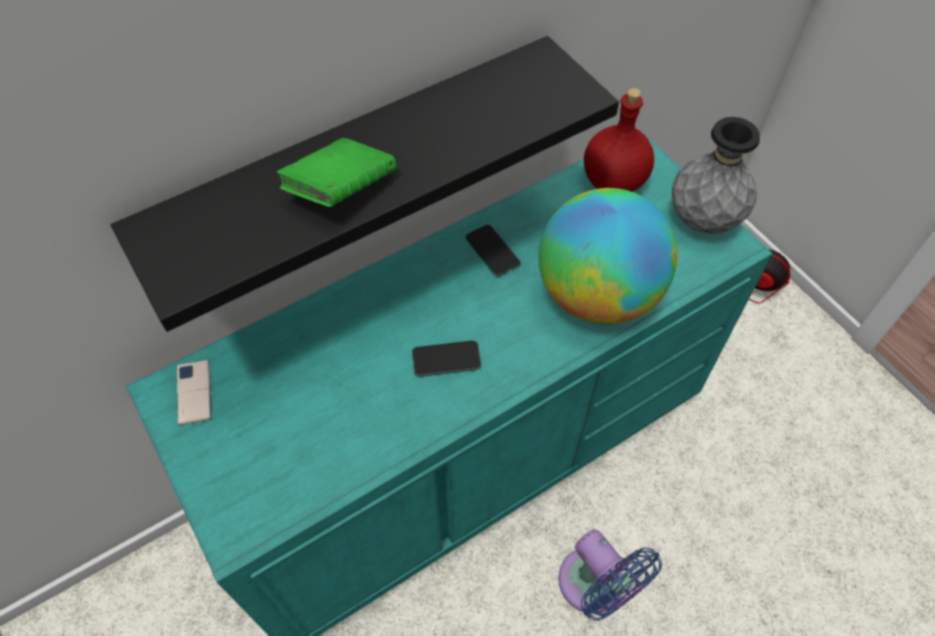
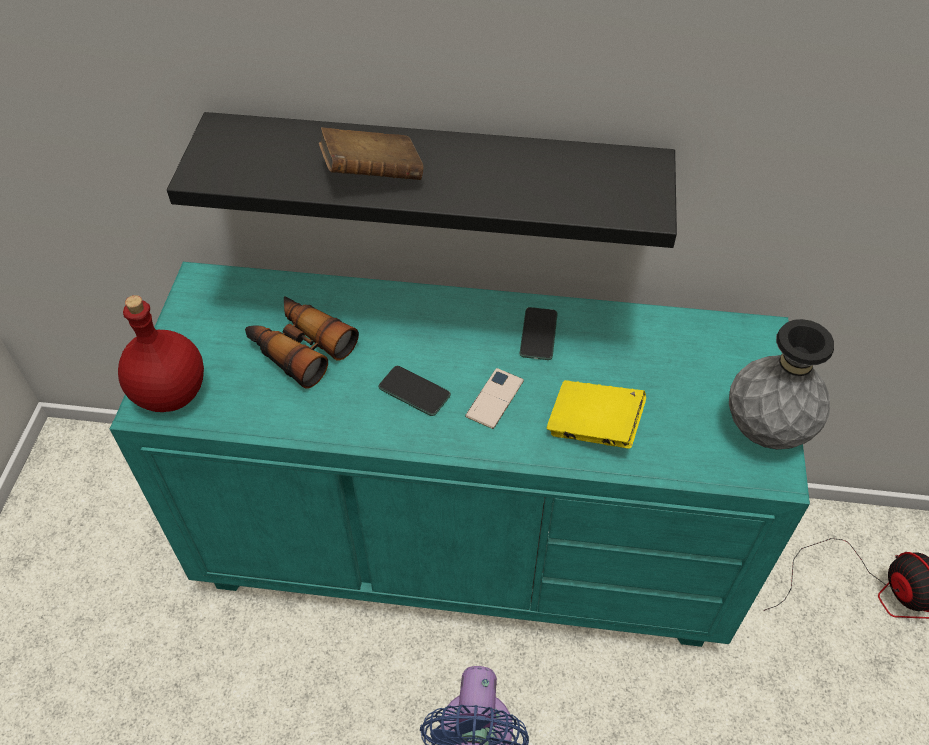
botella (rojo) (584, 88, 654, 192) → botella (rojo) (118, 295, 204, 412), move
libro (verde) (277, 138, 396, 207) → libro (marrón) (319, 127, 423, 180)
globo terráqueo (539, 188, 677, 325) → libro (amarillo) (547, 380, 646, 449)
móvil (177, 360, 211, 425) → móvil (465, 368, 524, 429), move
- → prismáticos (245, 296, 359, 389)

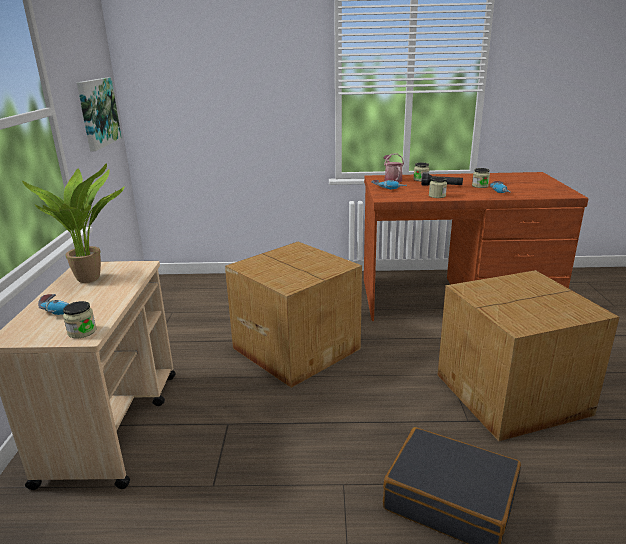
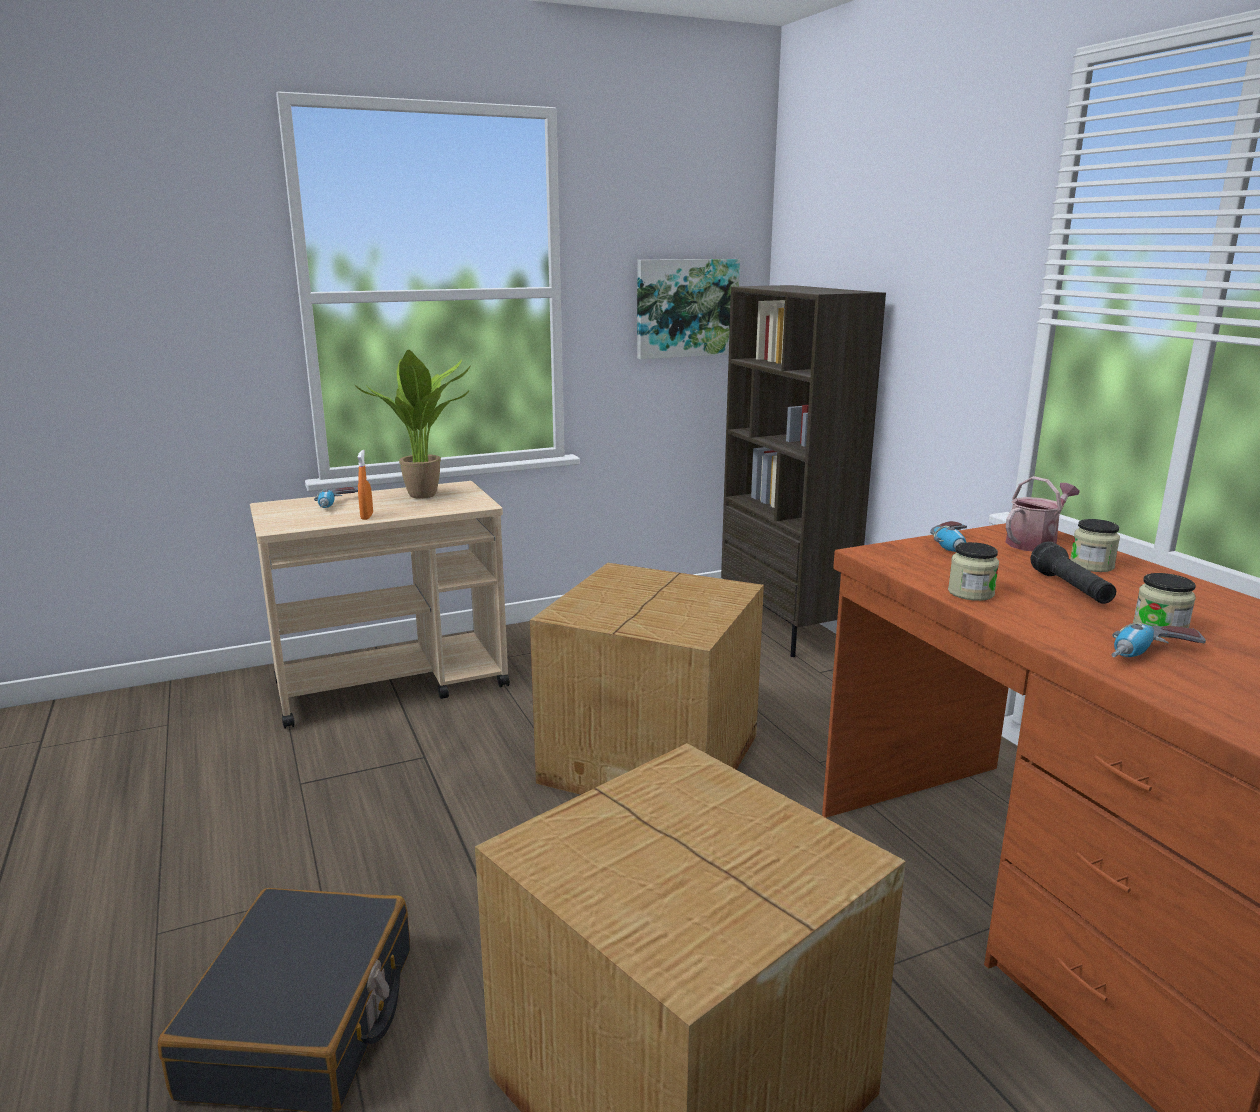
tarro (63, 301, 96, 339) → -
- → estantería (marrón) (721, 285, 886, 657)
- → pulverizador (naranja) (357, 450, 373, 520)

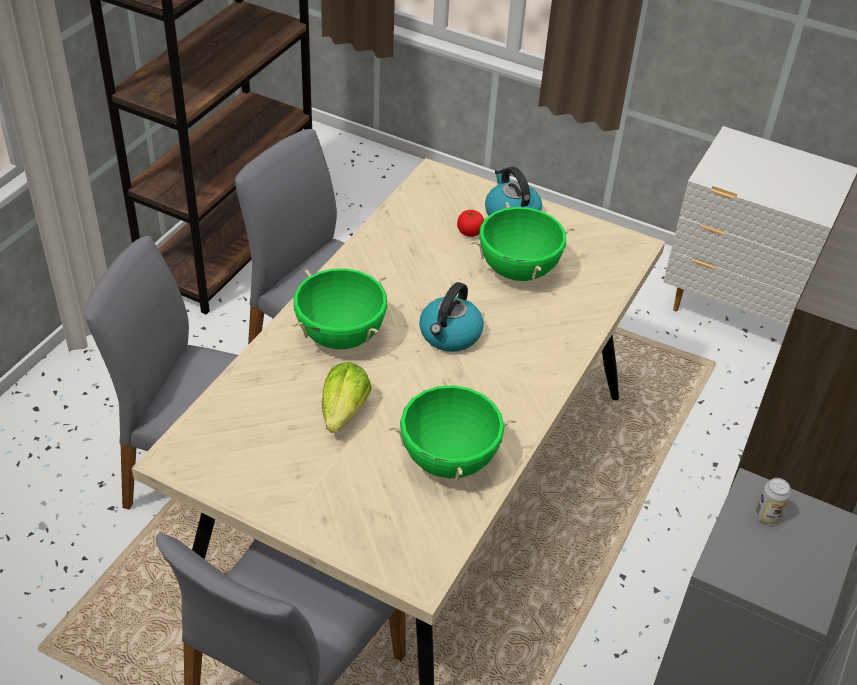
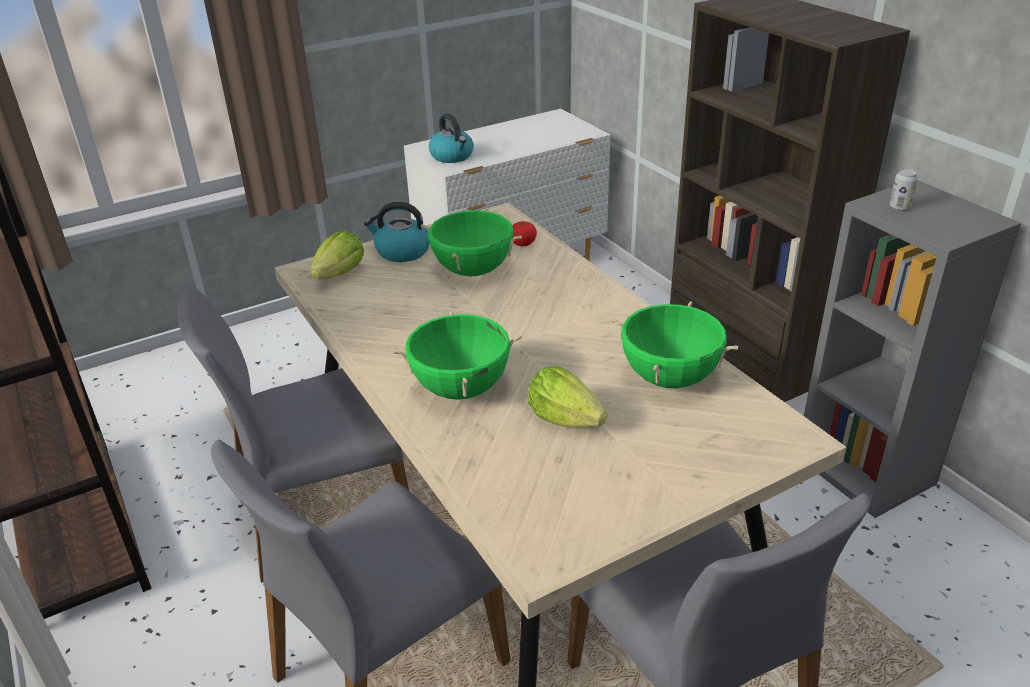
tomate (457, 210, 484, 237) → tomate (512, 221, 537, 246), move
hervidor (419, 282, 483, 352) → hervidor (429, 114, 474, 163), move
- → lechuga (311, 230, 364, 280)

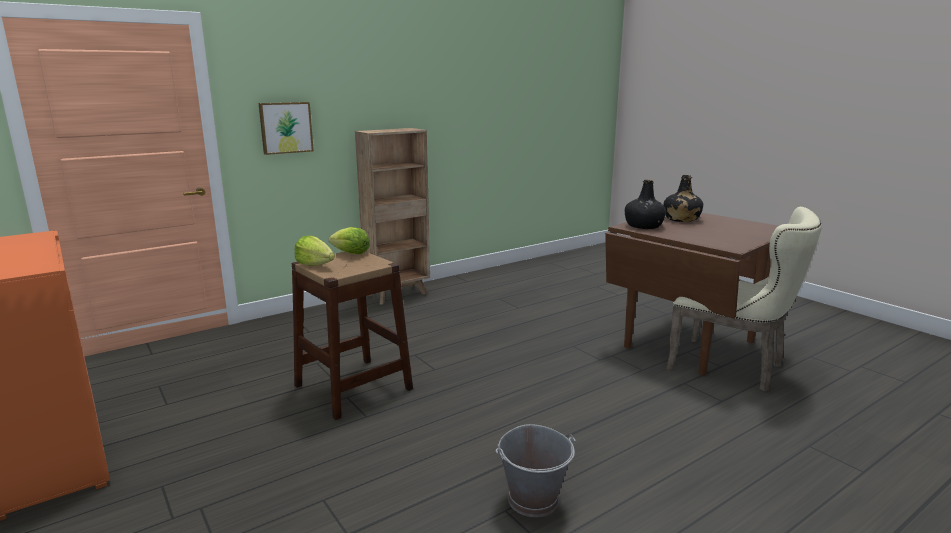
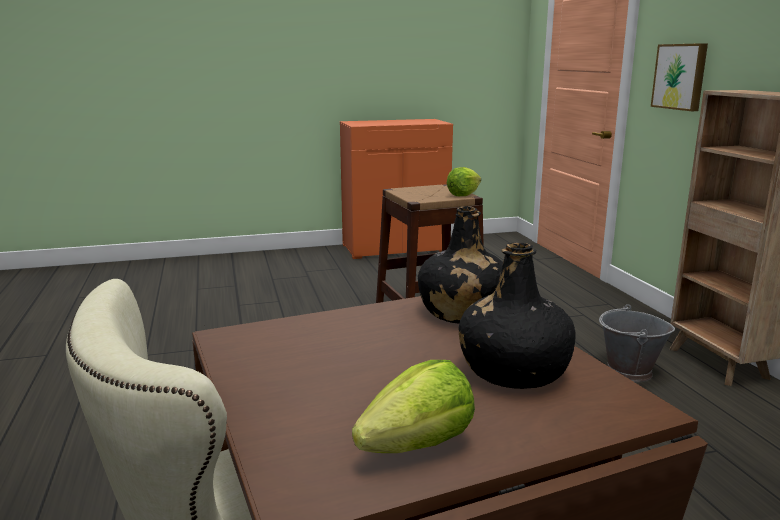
lechuga (295, 236, 335, 266) → lechuga (352, 360, 475, 453), move
cubo (gris) (495, 424, 576, 517) → cubo (gris) (599, 304, 675, 382), move

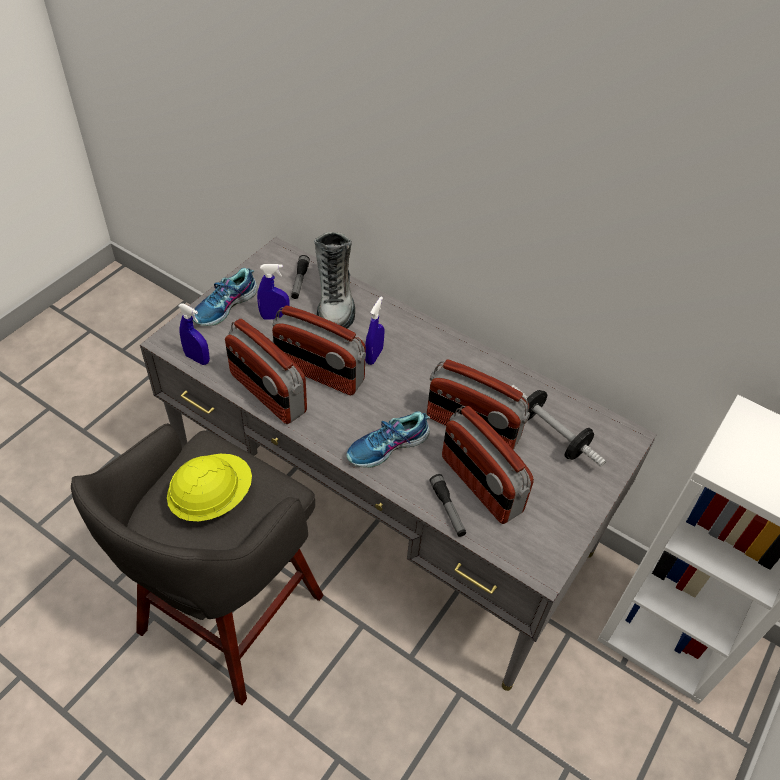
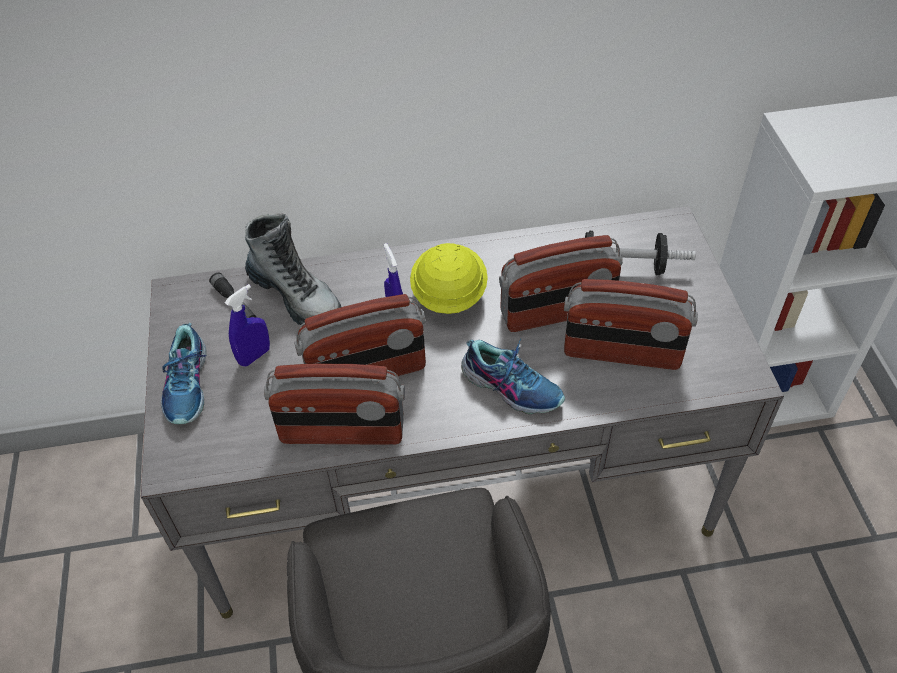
pulverizador (azul) (178, 303, 210, 365) → -
zapato (346, 411, 430, 468) → zapato (461, 339, 565, 414), 75 degrees counterclockwise
casco (amarillo) (167, 454, 252, 521) → casco (amarillo) (410, 243, 488, 314), move
linterna (430, 474, 466, 537) → -

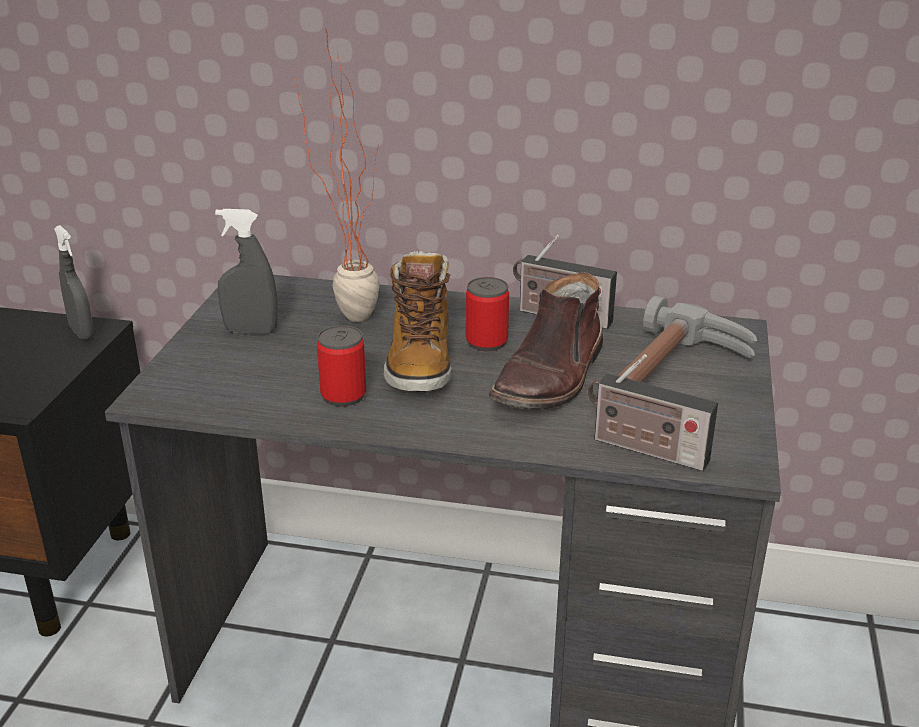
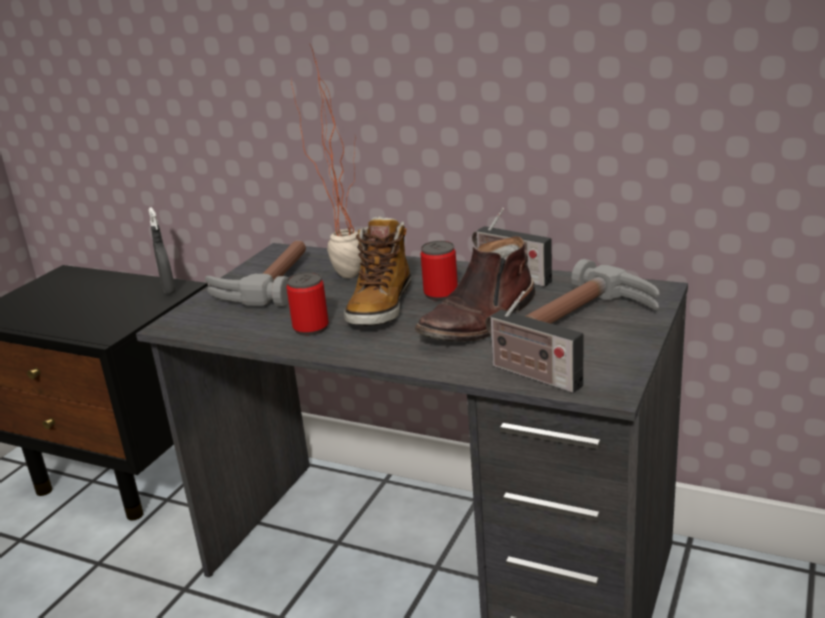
pulverizador (gris) (215, 209, 278, 333) → martillo (205, 240, 306, 307)

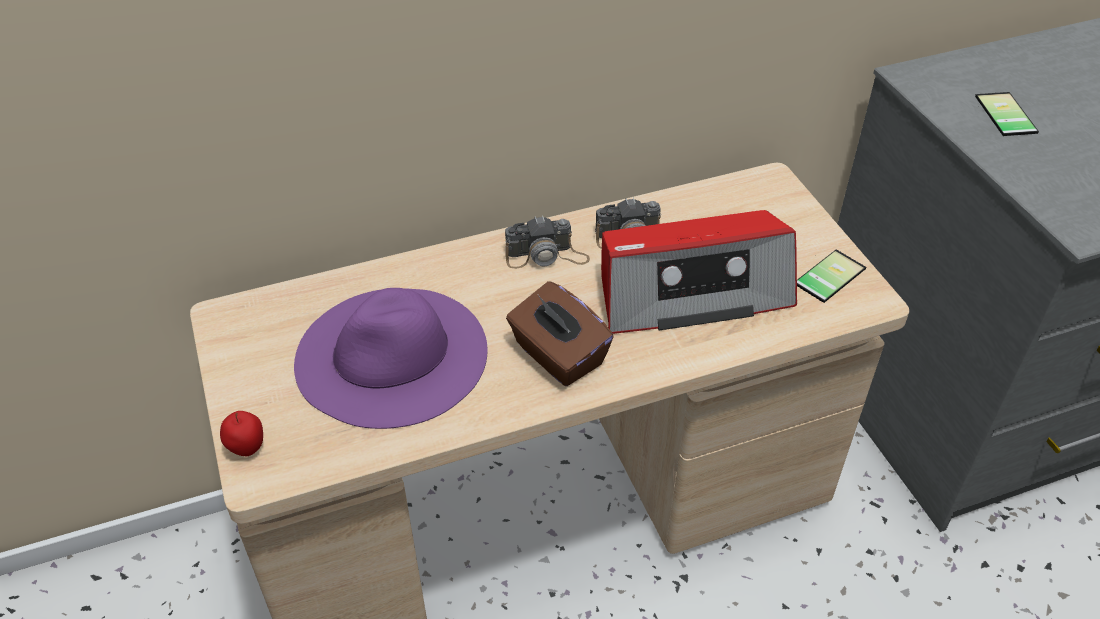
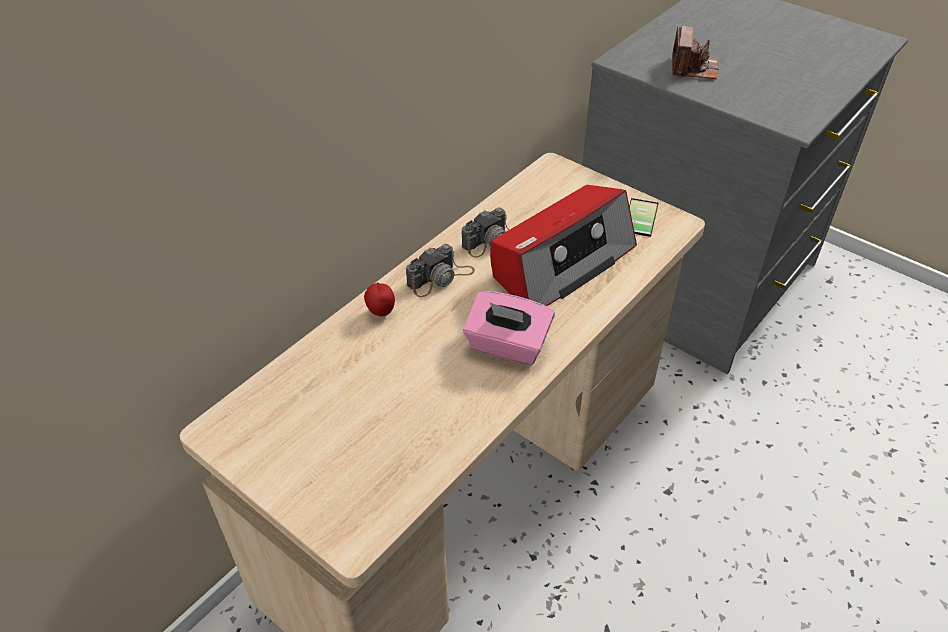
móvil (975, 92, 1039, 136) → cámara (672, 26, 719, 79)
caja de pañuelos (marrón) (506, 281, 614, 386) → caja de pañuelos (rosa) (463, 291, 555, 365)
sombrero (morado) (294, 288, 488, 429) → -
manzana (220, 411, 263, 456) → manzana (364, 282, 395, 316), move

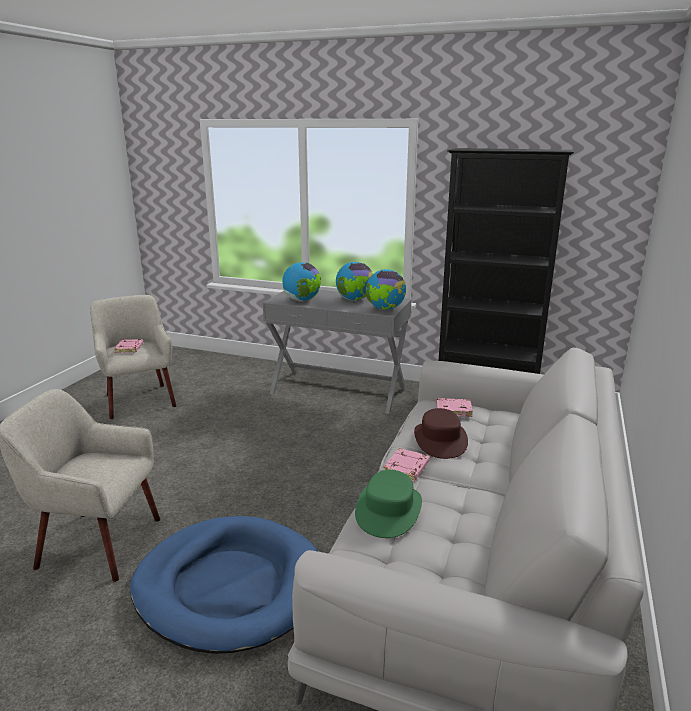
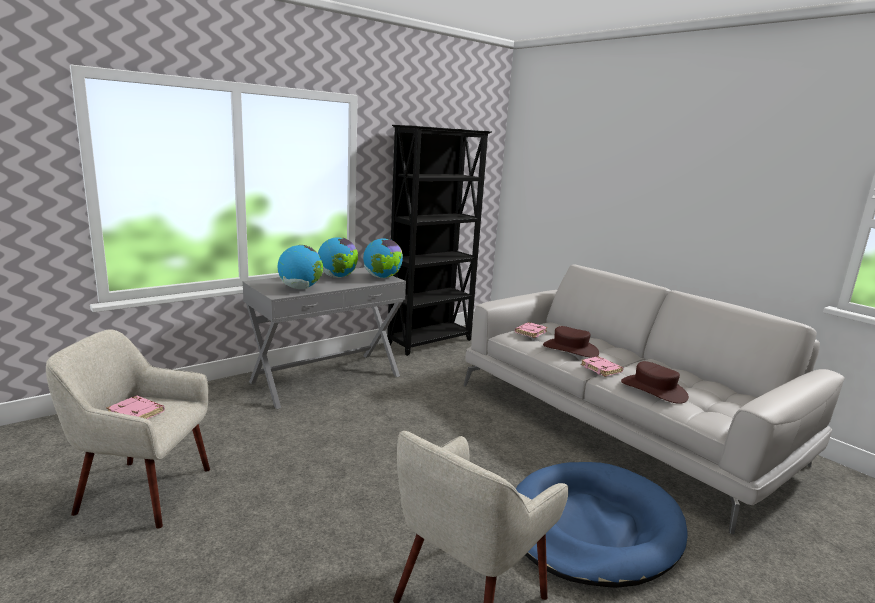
sombrero (verde) (355, 470, 422, 538) → sombrero (marrón) (621, 361, 689, 404)

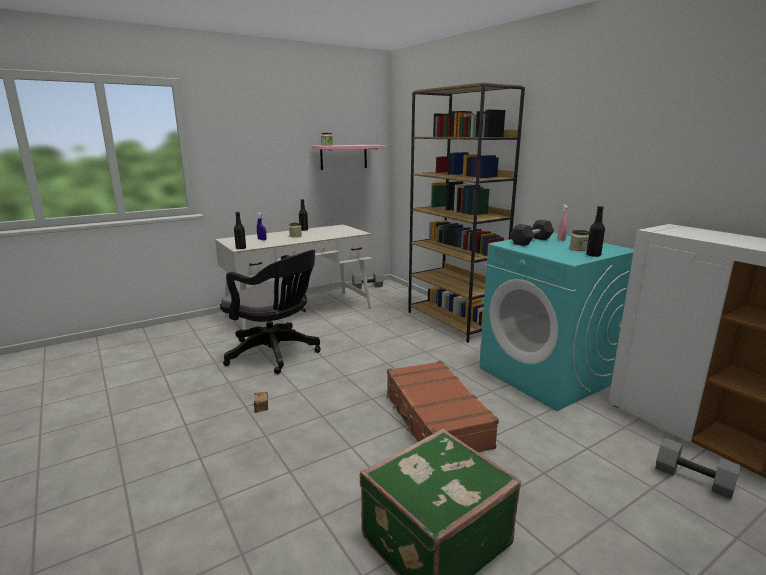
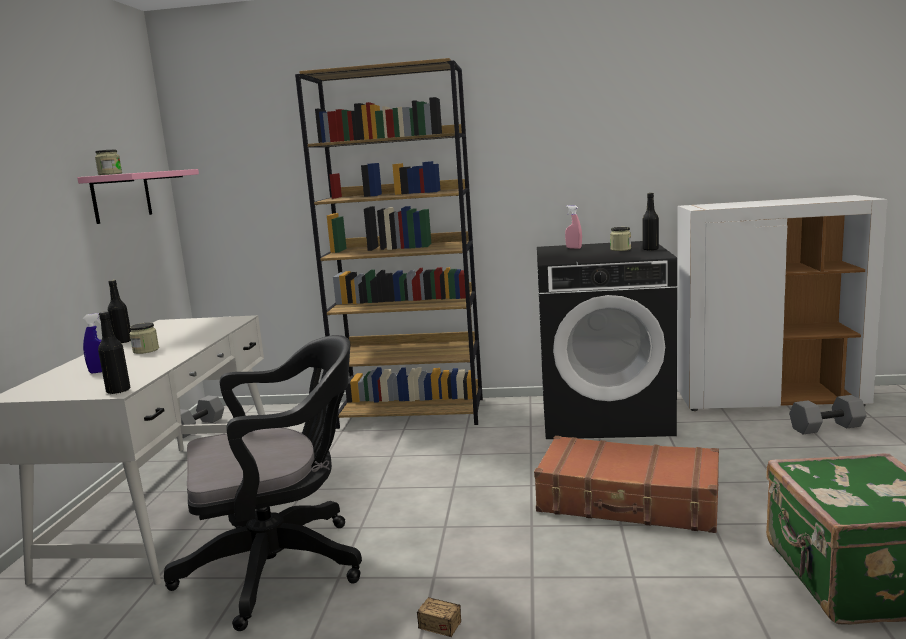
mancuerna (gris) (510, 220, 554, 246) → -
lavadora (turquesa) (479, 233, 634, 411) → lavadora (negro) (537, 241, 677, 439)

